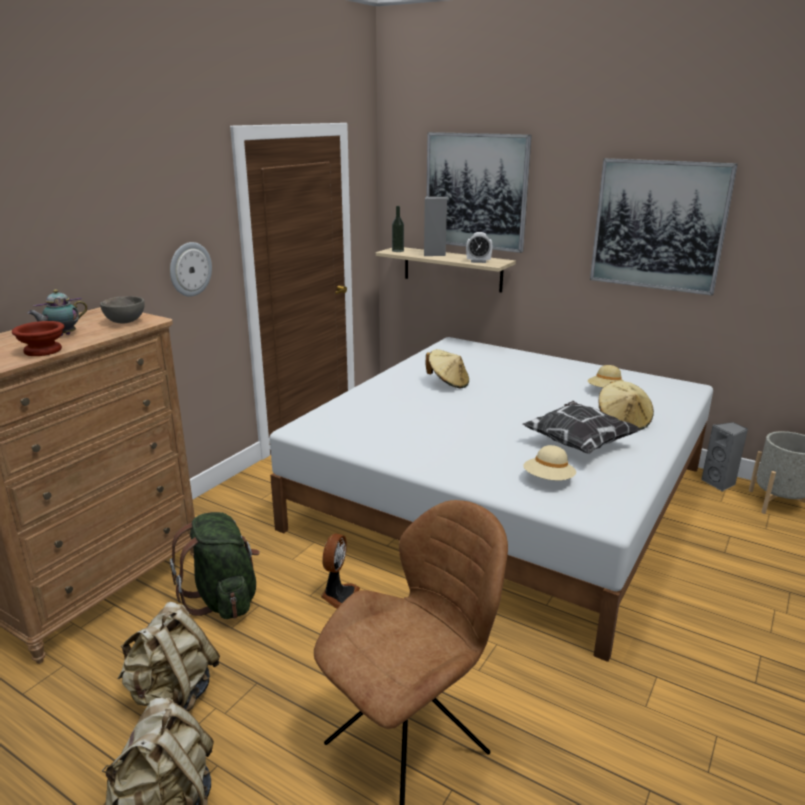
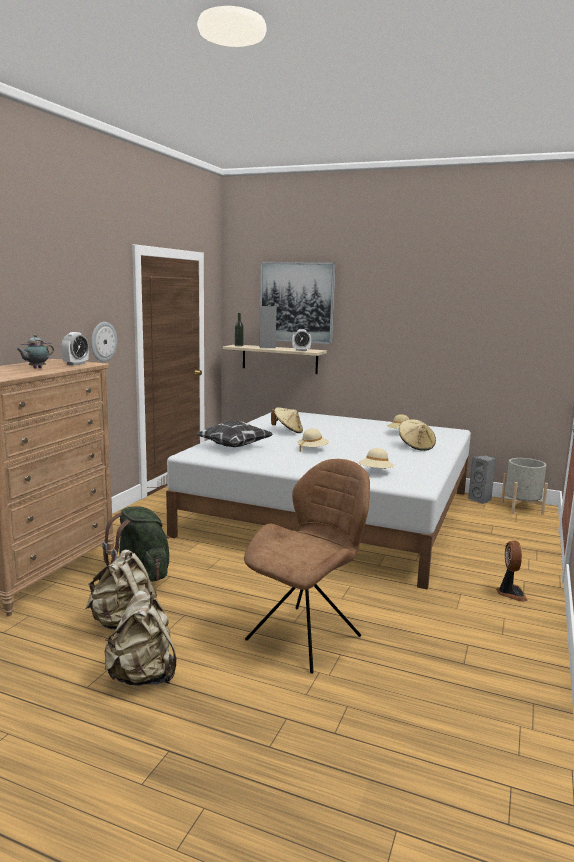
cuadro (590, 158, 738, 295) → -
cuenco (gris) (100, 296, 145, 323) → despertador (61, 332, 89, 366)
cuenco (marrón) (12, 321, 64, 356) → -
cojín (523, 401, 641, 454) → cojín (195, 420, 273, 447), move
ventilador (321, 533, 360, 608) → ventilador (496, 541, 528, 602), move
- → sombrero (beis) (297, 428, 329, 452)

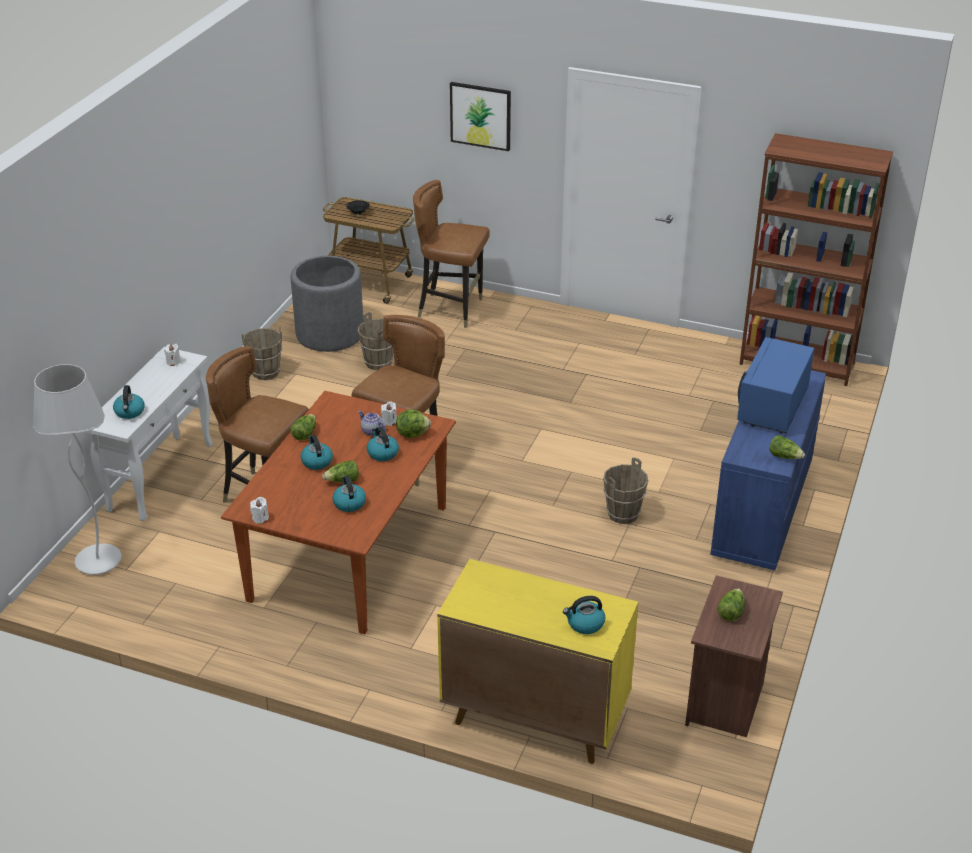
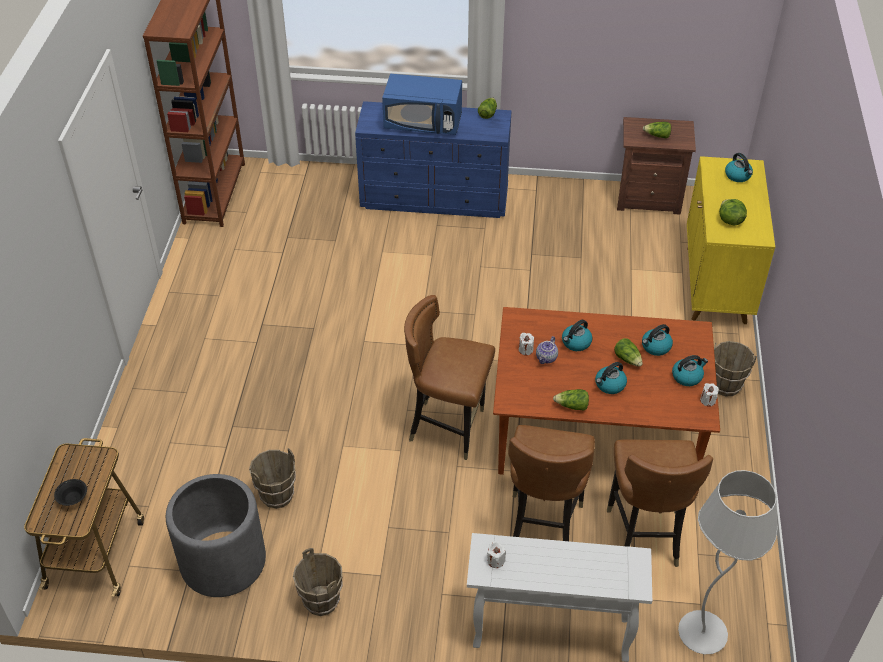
cuadro (450, 82, 511, 151) → -
silla (marrón) (413, 180, 490, 328) → silla (marrón) (607, 439, 713, 567), move
hervidor (113, 385, 145, 419) → hervidor (672, 355, 708, 386), move
lechuga (396, 409, 431, 438) → lechuga (719, 199, 747, 225), move
cubo (marrón) (603, 458, 648, 524) → cubo (marrón) (714, 341, 757, 396), move

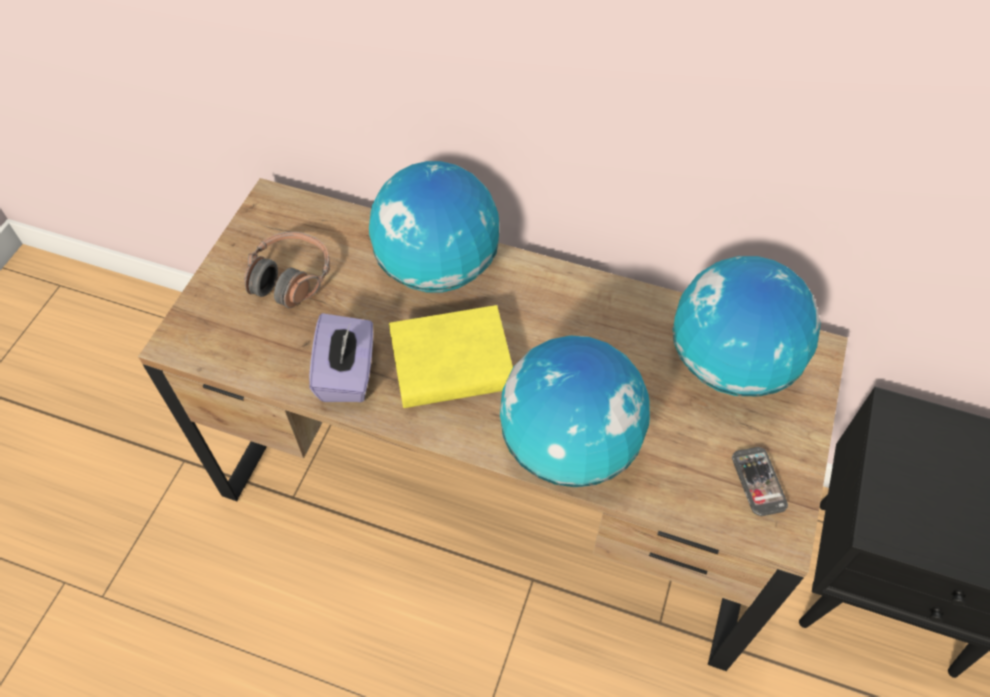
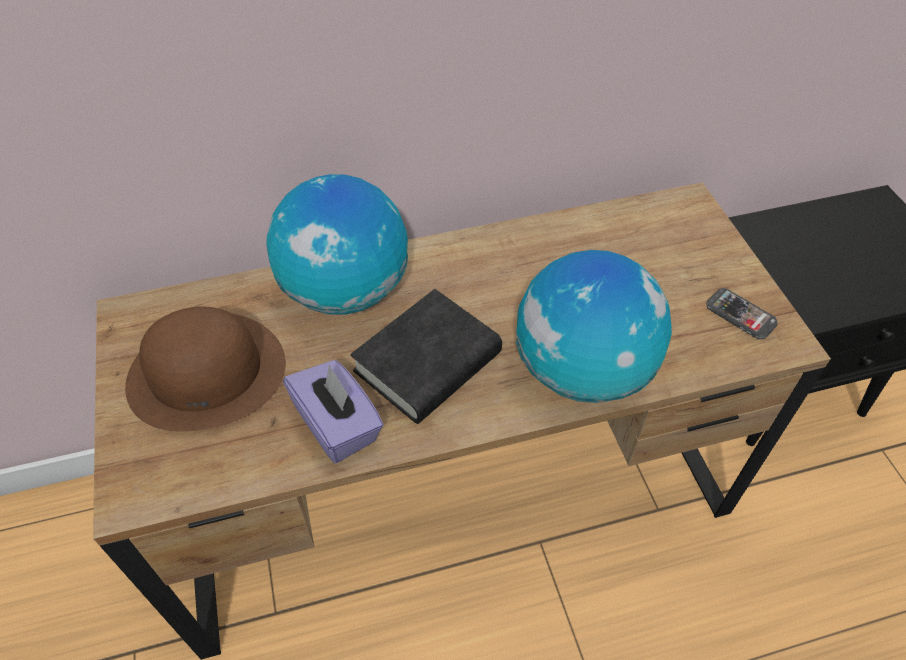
auriculares (244, 232, 330, 308) → sombrero (marrón) (125, 307, 286, 432)
globo terráqueo (673, 256, 821, 397) → -
libro (amarillo) (389, 305, 513, 408) → libro (negro) (350, 289, 502, 424)

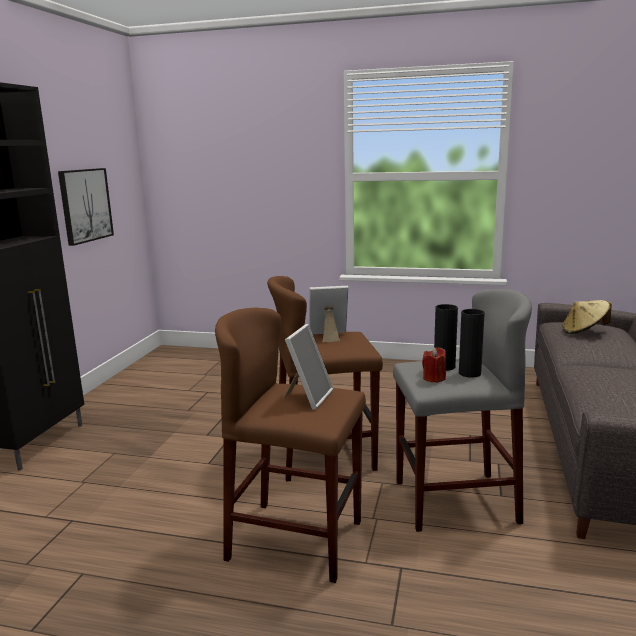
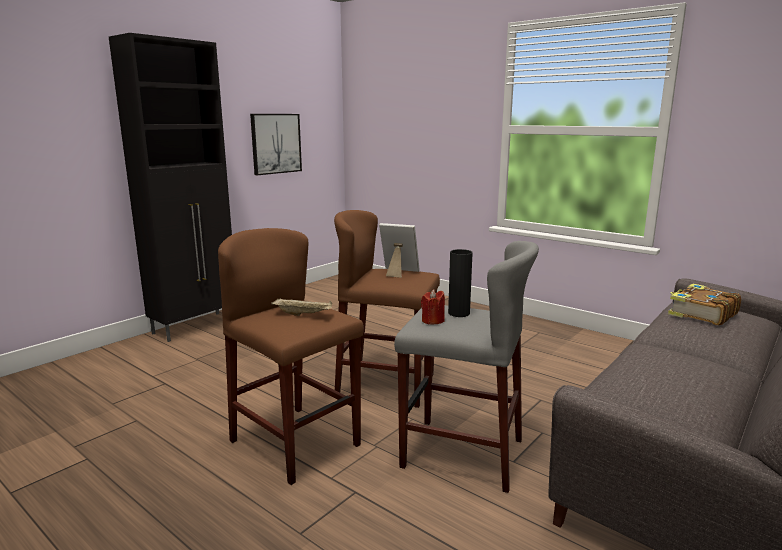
sombrero (beis) (562, 300, 612, 334) → libro (668, 283, 741, 325)
florero (negro) (459, 309, 485, 378) → -
portarretratos (283, 324, 333, 410) → bandeja (beis) (272, 298, 332, 316)

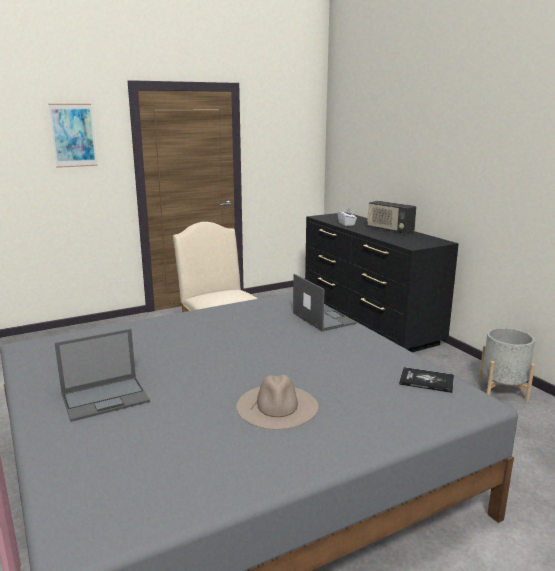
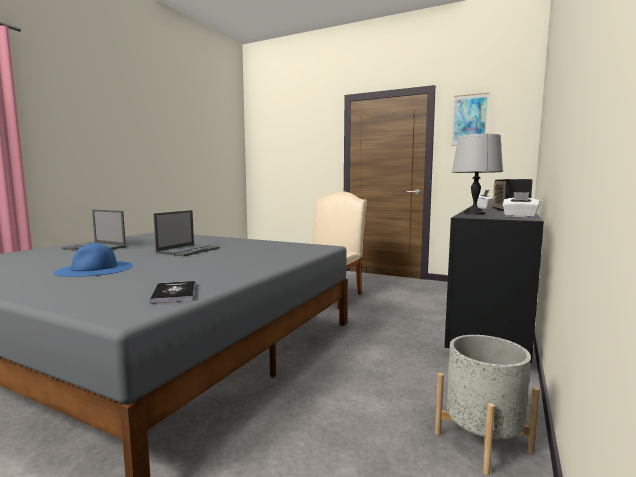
cuadro (48, 104, 98, 168) → cuadro (452, 93, 489, 146), move
portátil (293, 274, 357, 331) → portátil (153, 210, 220, 256), move
sombrero (beis) (237, 375, 318, 429) → sombrero (azul) (54, 243, 133, 277)
- → lámpara de mesa (gris) (452, 134, 503, 215)
- → caja de pañuelos (blanco) (503, 192, 539, 218)

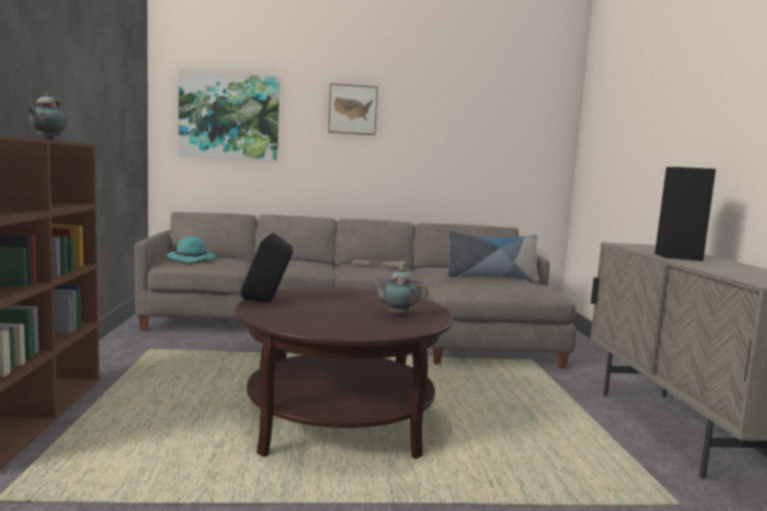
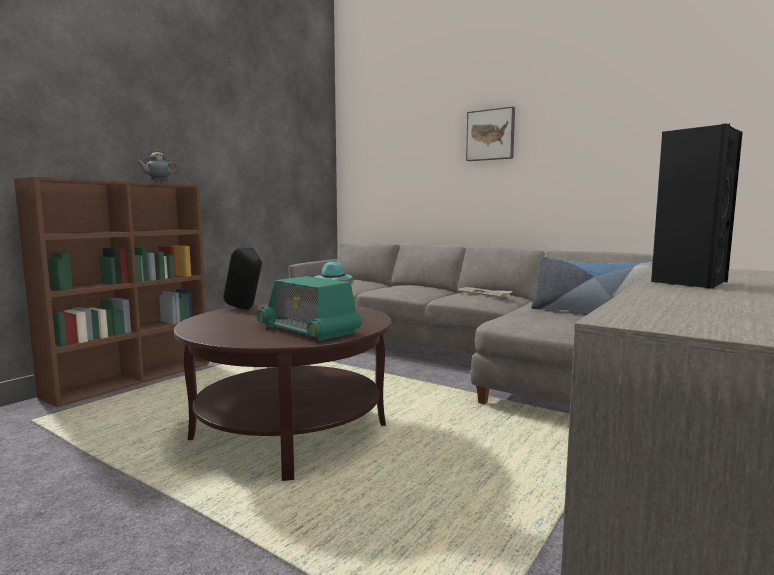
cuadro (178, 70, 280, 162) → -
tetera (372, 268, 428, 316) → radio (256, 276, 362, 341)

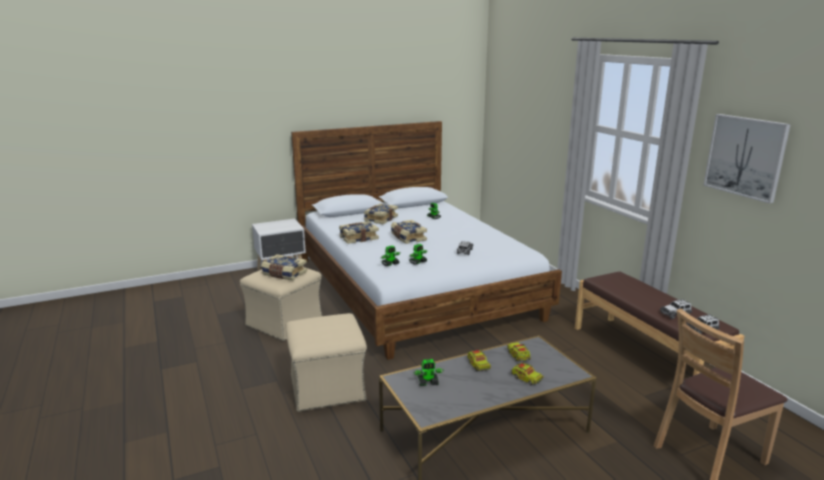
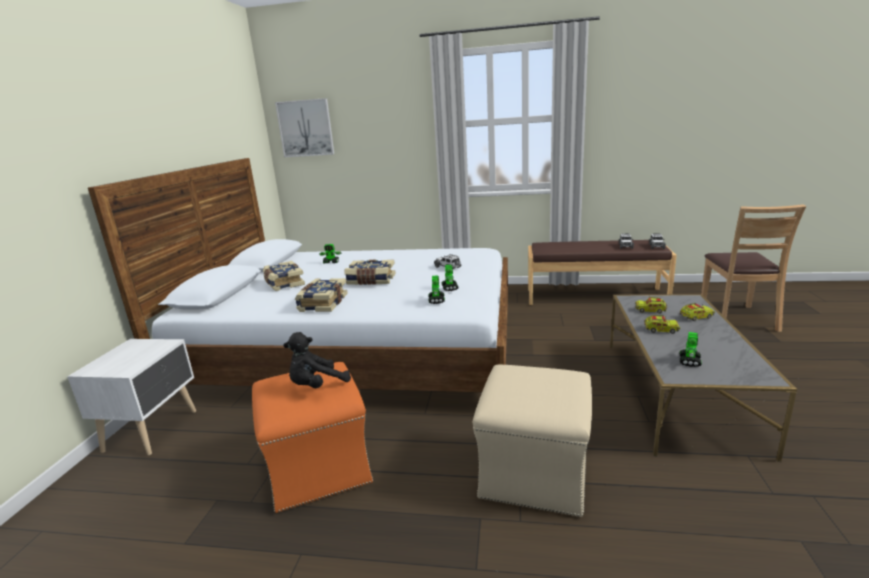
cuadro (703, 114, 791, 204) → cuadro (275, 98, 334, 157), move
libro (261, 254, 307, 280) → peluche (negro) (283, 332, 351, 388)
puf (beis) (240, 267, 322, 341) → puf (naranja) (252, 362, 373, 513)

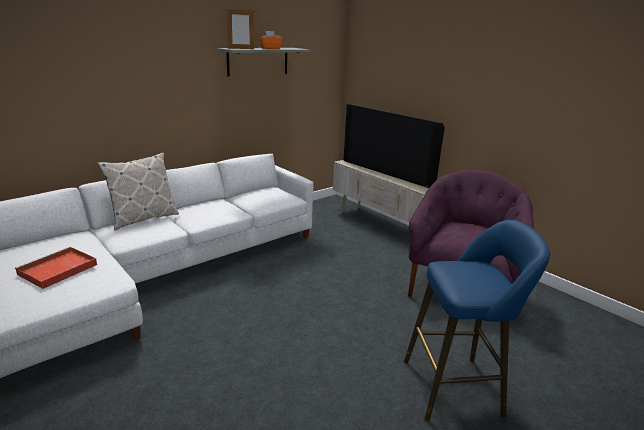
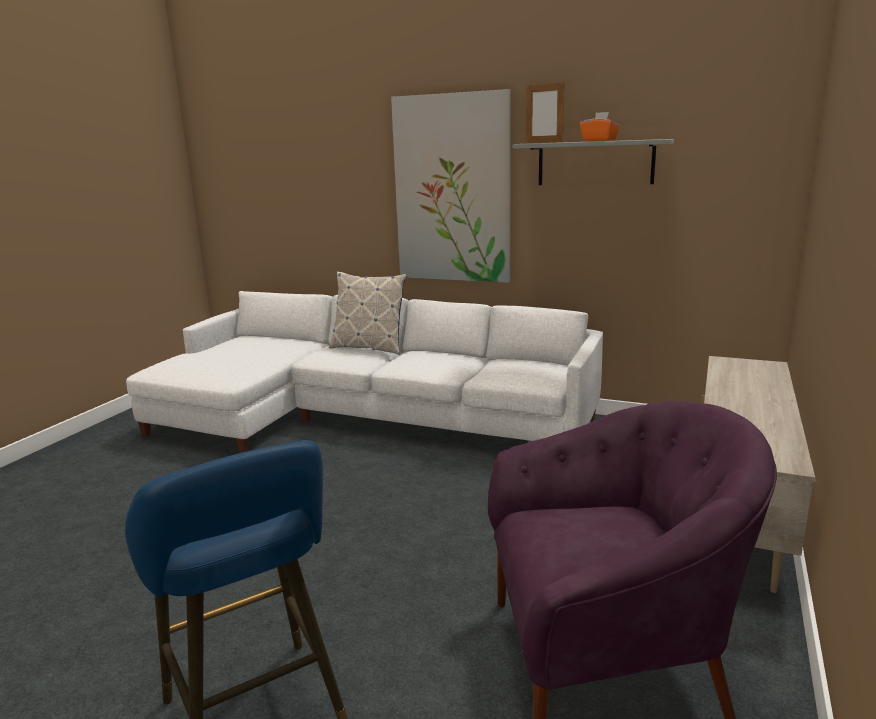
televisor (343, 104, 445, 188) → -
bandeja (rojo) (15, 247, 97, 289) → -
- → cuadro (391, 89, 511, 283)

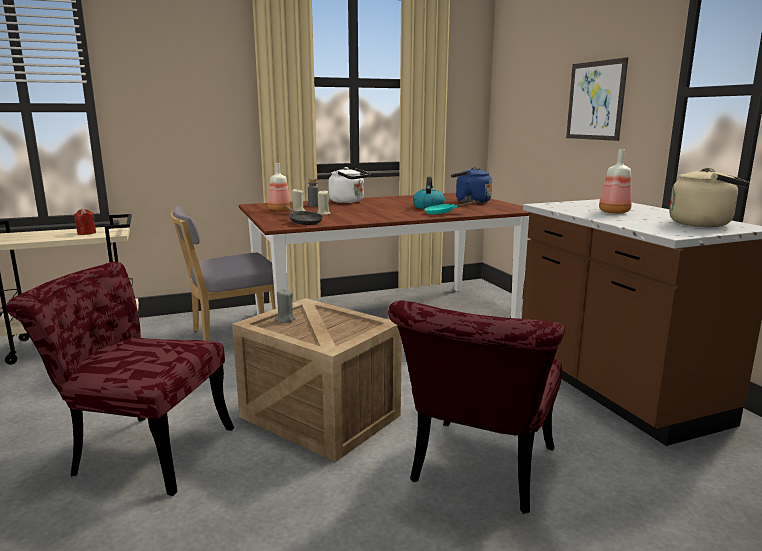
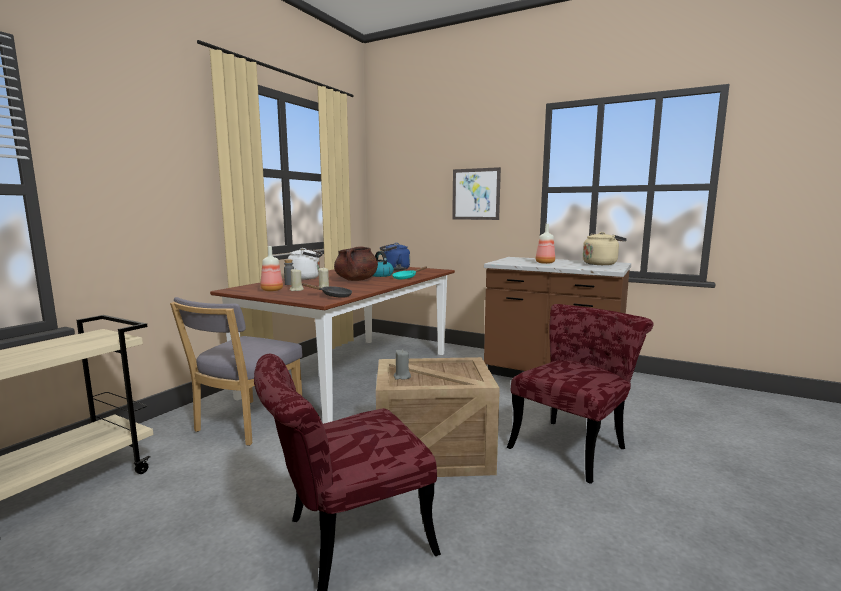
vela (rojo) (74, 208, 96, 235) → -
silla (rojo) (388, 300, 564, 514) → silla (rojo) (507, 304, 654, 484), 120 degrees counterclockwise
- → olla (marrón) (334, 246, 378, 281)

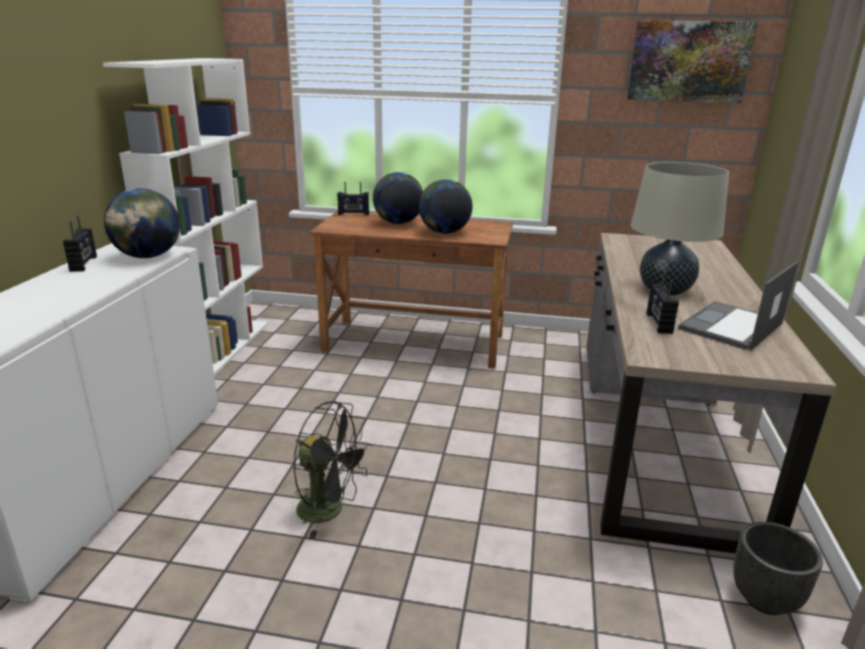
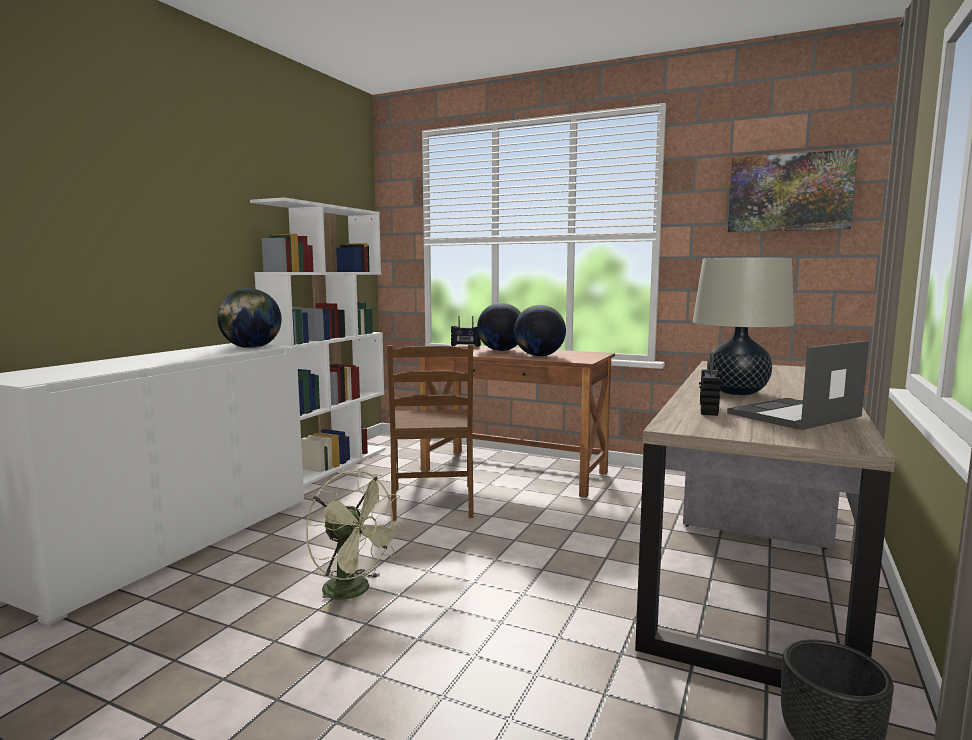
radio (63, 215, 97, 272) → -
ventilador (negro) (293, 401, 372, 538) → ventilador (verde) (306, 470, 404, 611)
- → silla (marrón) (387, 344, 474, 521)

